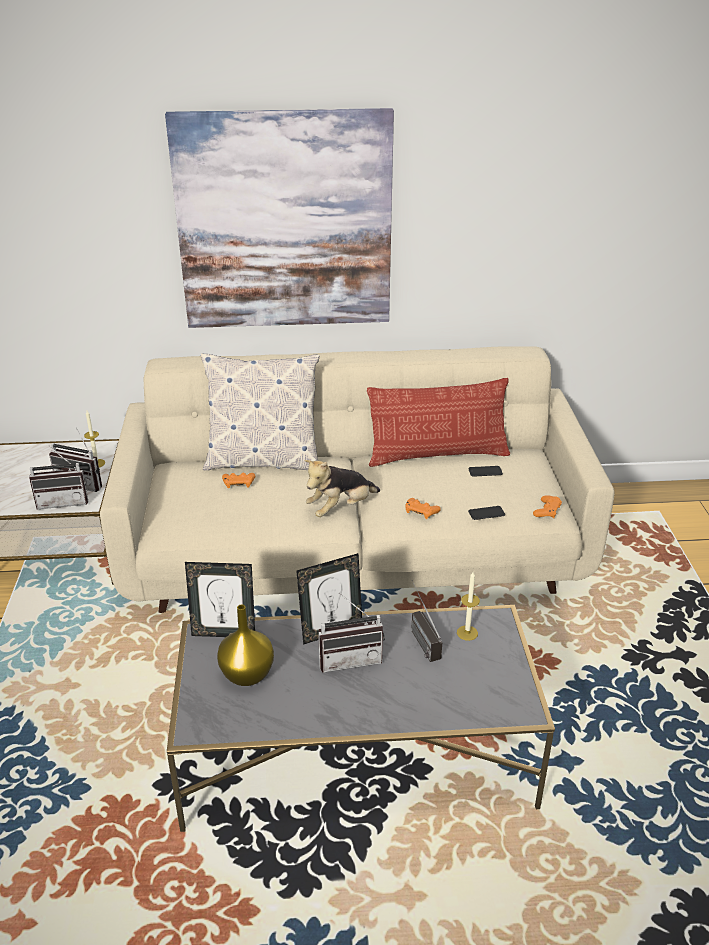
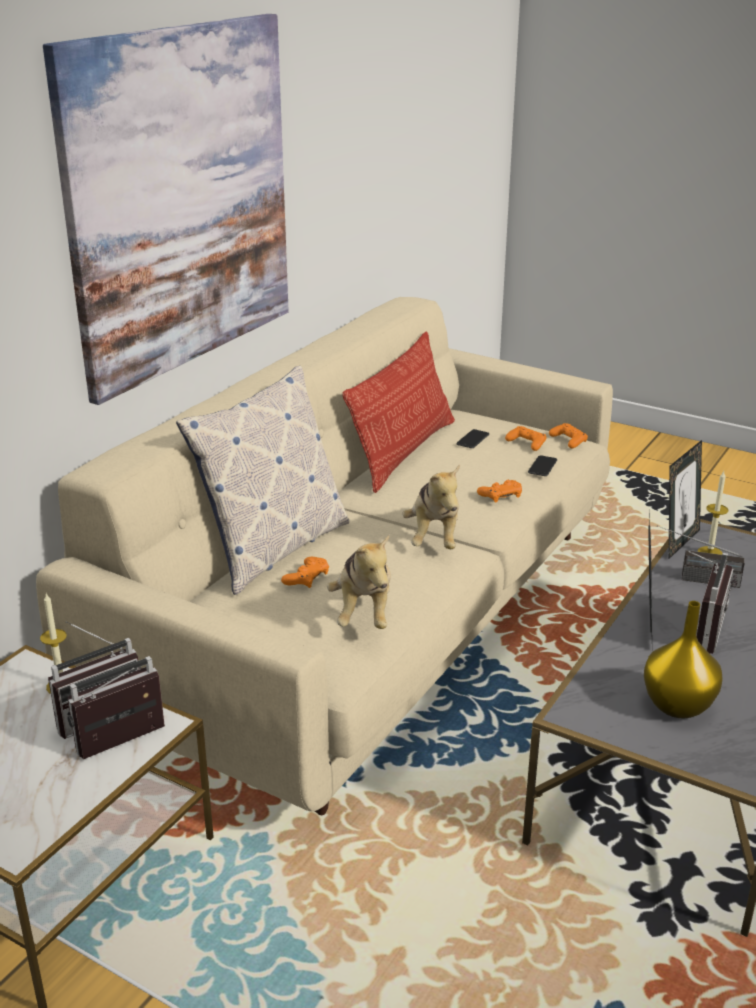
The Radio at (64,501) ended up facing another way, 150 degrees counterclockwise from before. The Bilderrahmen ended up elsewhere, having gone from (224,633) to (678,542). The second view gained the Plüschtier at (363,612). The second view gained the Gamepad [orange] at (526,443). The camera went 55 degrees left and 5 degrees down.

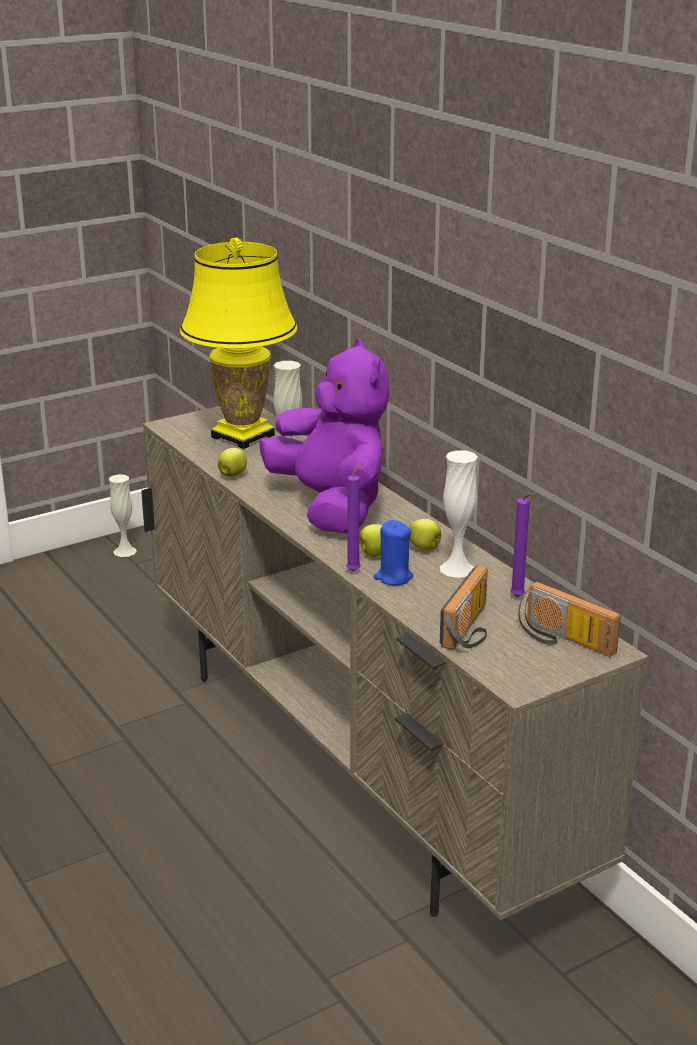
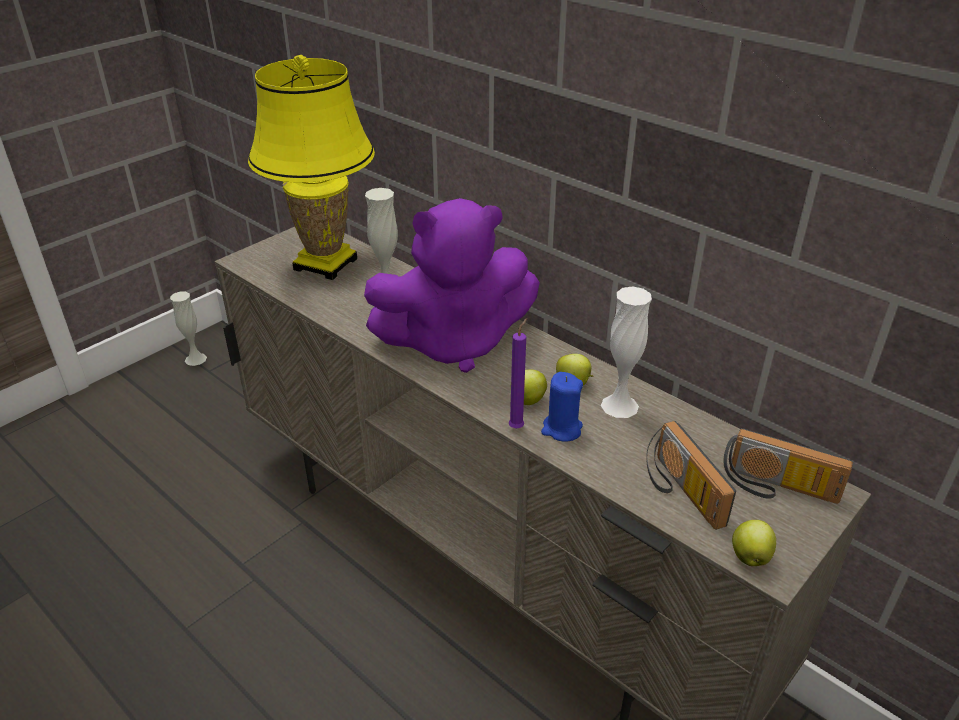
The Apfel ended up elsewhere, having gone from (233,475) to (750,556). The Plüschtier [lila] at (331,507) ended up facing another way, 120 degrees clockwise from before. The Radio at (471,629) ended up facing another way, 150 degrees clockwise from before. The second view lost the Kerze [lila] at (518,598). The camera went 15 degrees left and 10 degrees up.

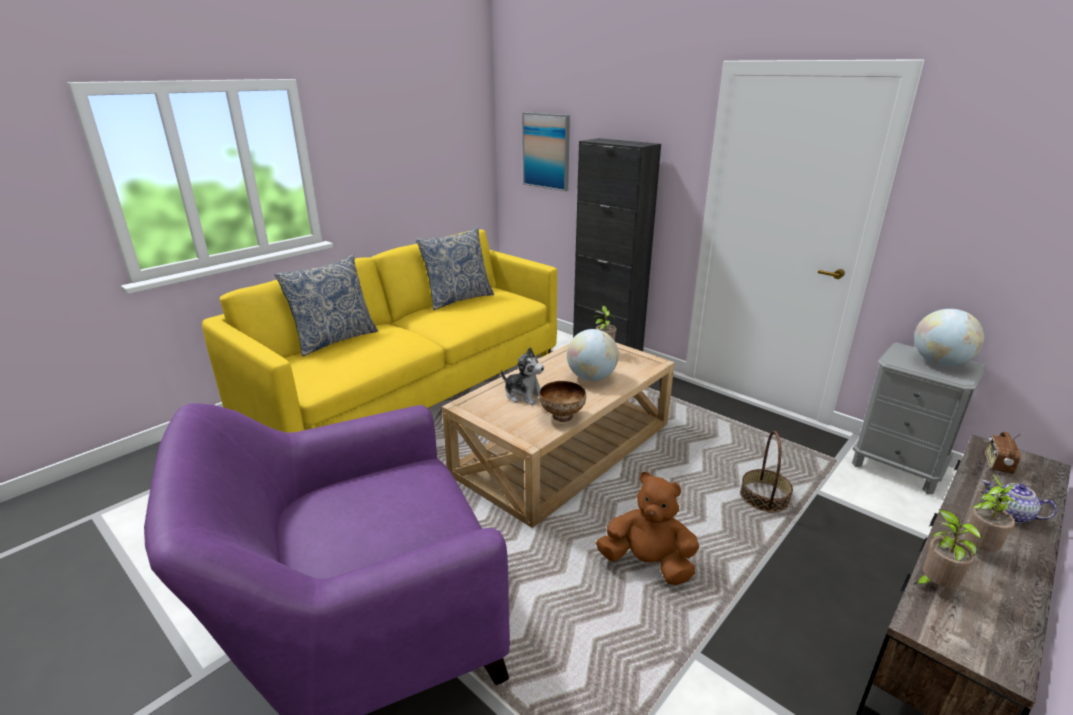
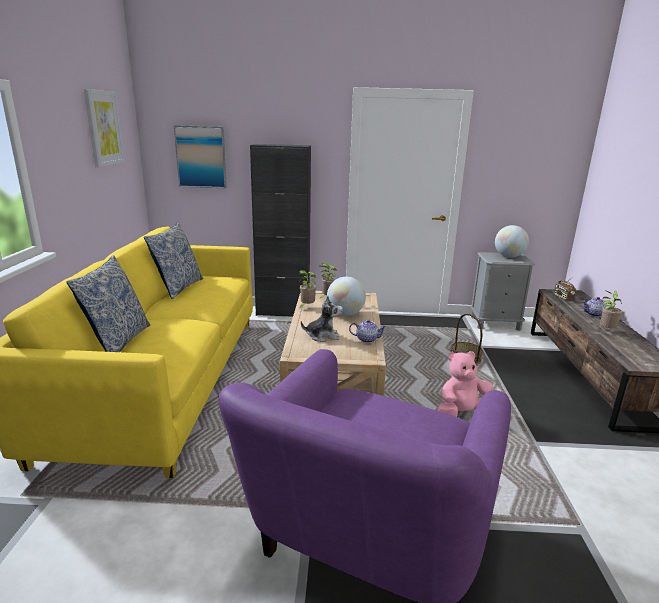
Where the Schüssel stood at (562,416), the Teekanne came to stand at (366,339). What was the Plüschtier [braun] at (647,563) turned into the Plüschtier [rosa] at (461,414). The Topfpflanze ended up elsewhere, having gone from (934,585) to (306,306). The second view gained the Bild at (104,128). The camera went 40 degrees left and 5 degrees down.

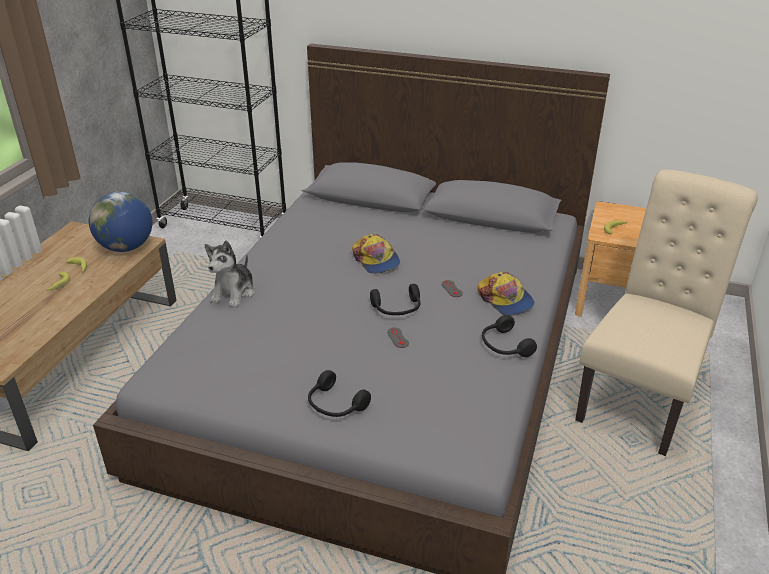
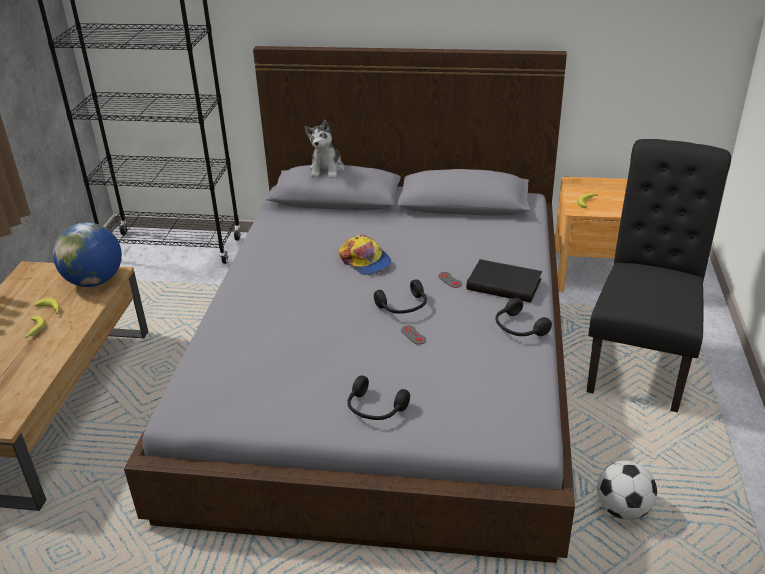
The Plüschtier ended up elsewhere, having gone from (234,293) to (327,169). Where the Kappe stood at (505,299), the Buch [schwarz] came to stand at (505,284). What was the Stuhl [beige] at (641,396) turned into the Stuhl [schwarz] at (640,360). The second view gained the Fußball at (622,509). The camera went 10 degrees left and 0 degrees up.

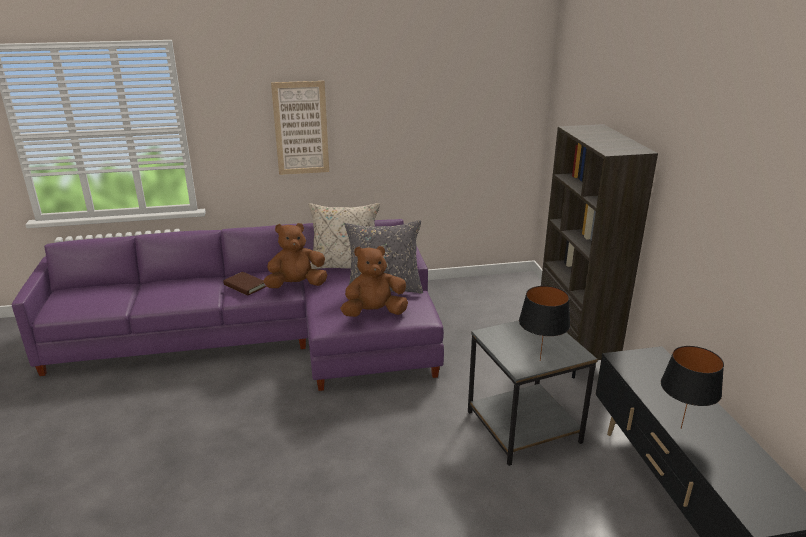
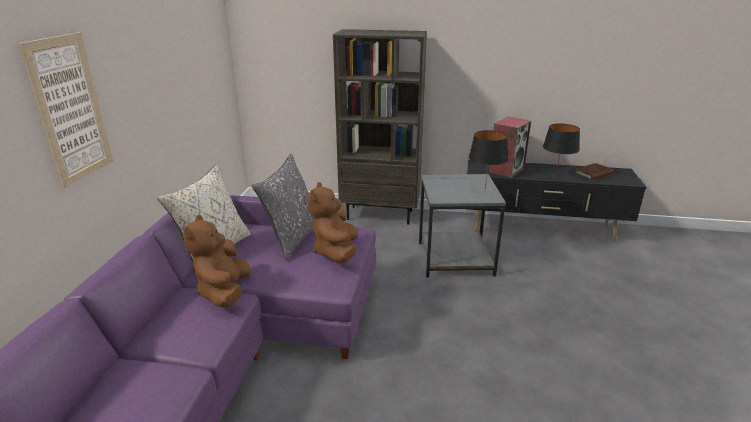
The Buch [braun] ended up elsewhere, having gone from (245,286) to (593,174). The second view gained the Lautsprecher at (506,170). The camera went 70 degrees left and 0 degrees up.

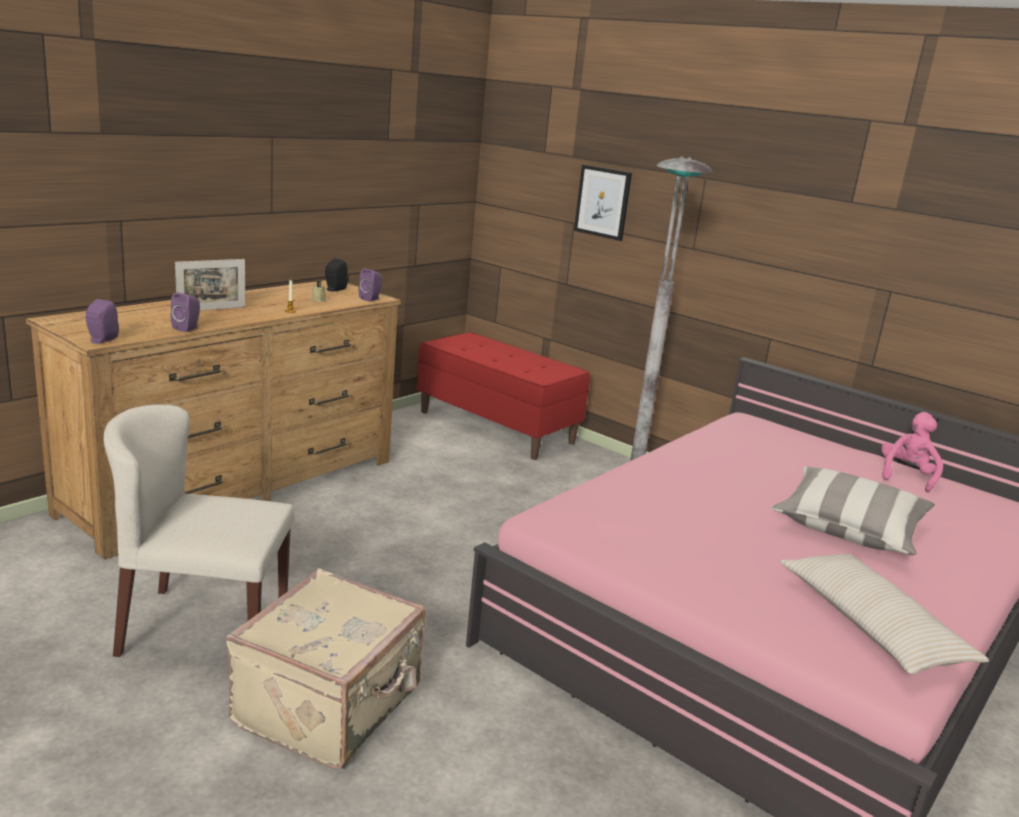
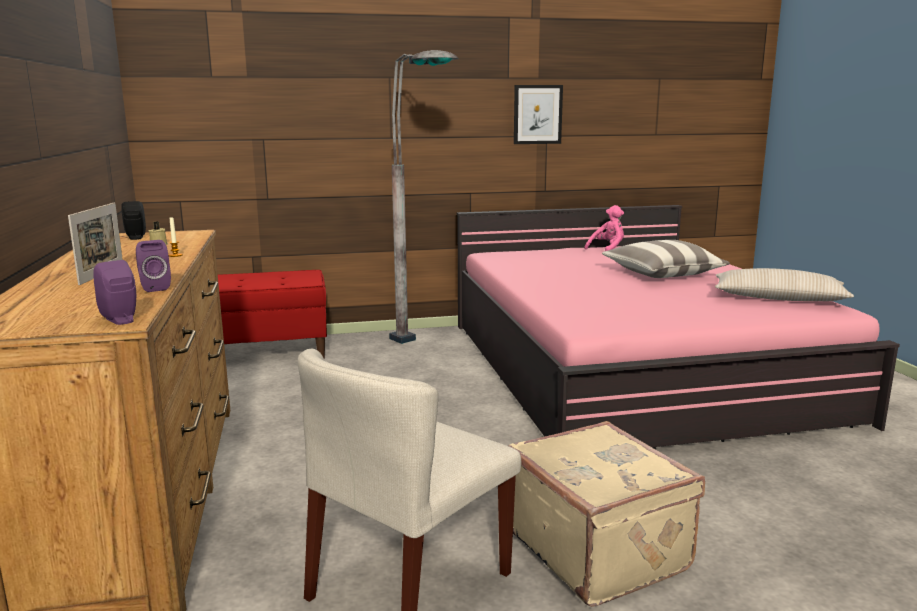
The second view lost the Lautsprecher [lila] at (371,299). The Bild ended up elsewhere, having gone from (603,202) to (537,114). The Plüschtier [rosa] at (906,476) ended up facing another way, 75 degrees clockwise from before. The camera went 50 degrees left and 5 degrees down.

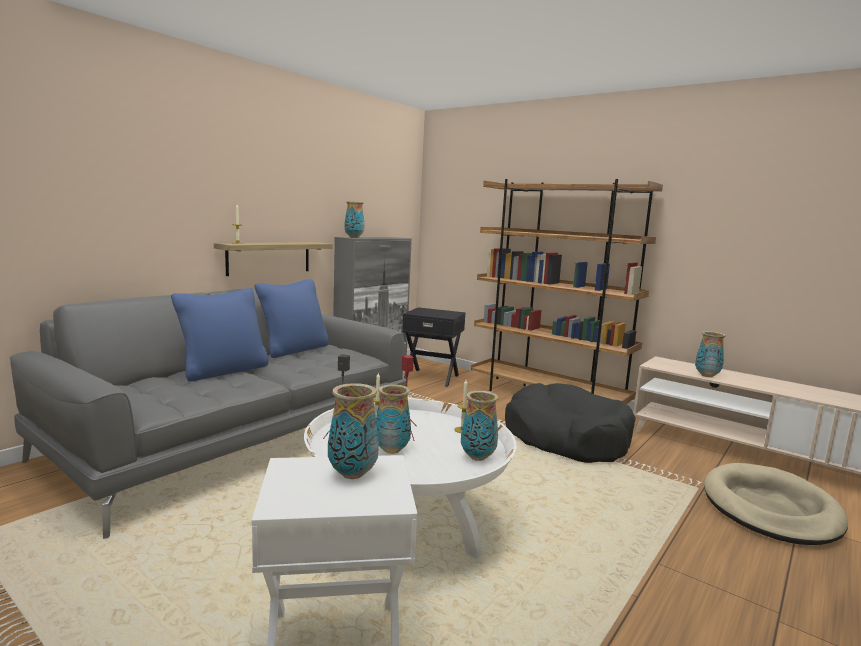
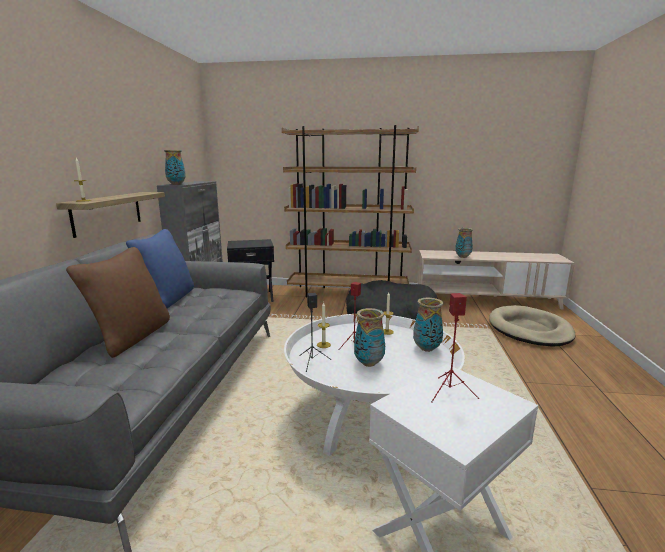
What was the Kissen [blau] at (223,371) turned into the Kissen [braun] at (131,337). Where the Vase stood at (353,474), the Lautsprecher [rot] came to stand at (450,392). The camera went 30 degrees left and 5 degrees up.

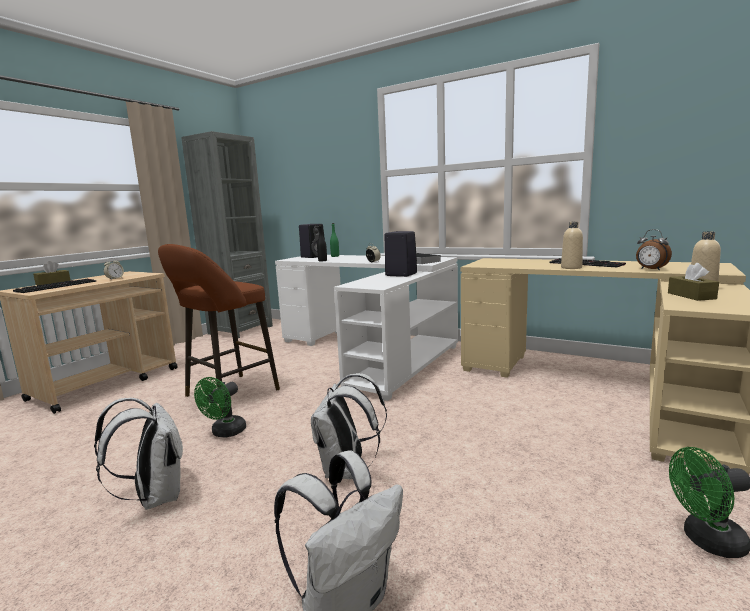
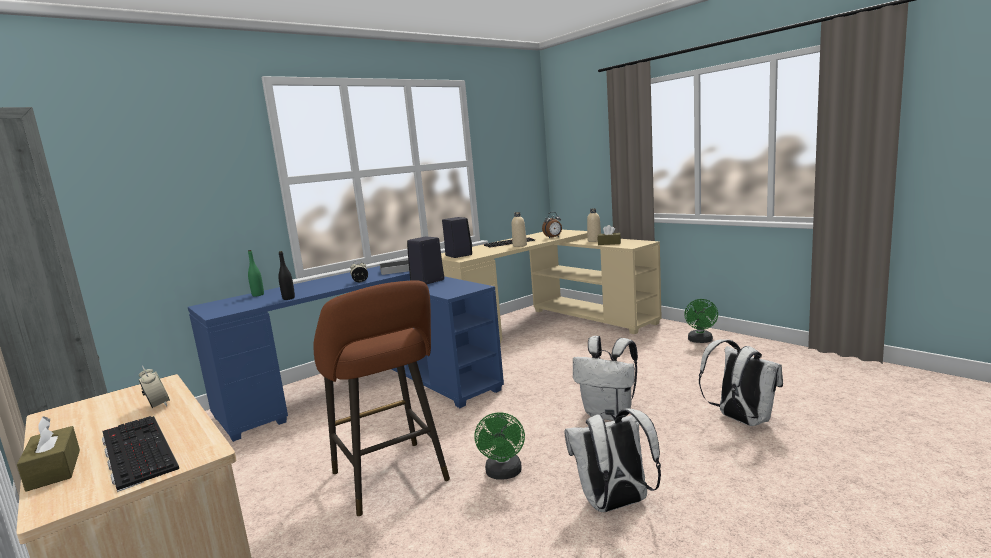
The Ventilator [grün] at (225,433) ended up facing another way, 45 degrees clockwise from before. What was the Schreibtisch [weiß] at (372,352) turned into the Schreibtisch [blau] at (367,388). The Lautsprecher [schwarz] ended up elsewhere, having gone from (314,256) to (458,255). The camera went 70 degrees left and 0 degrees up.

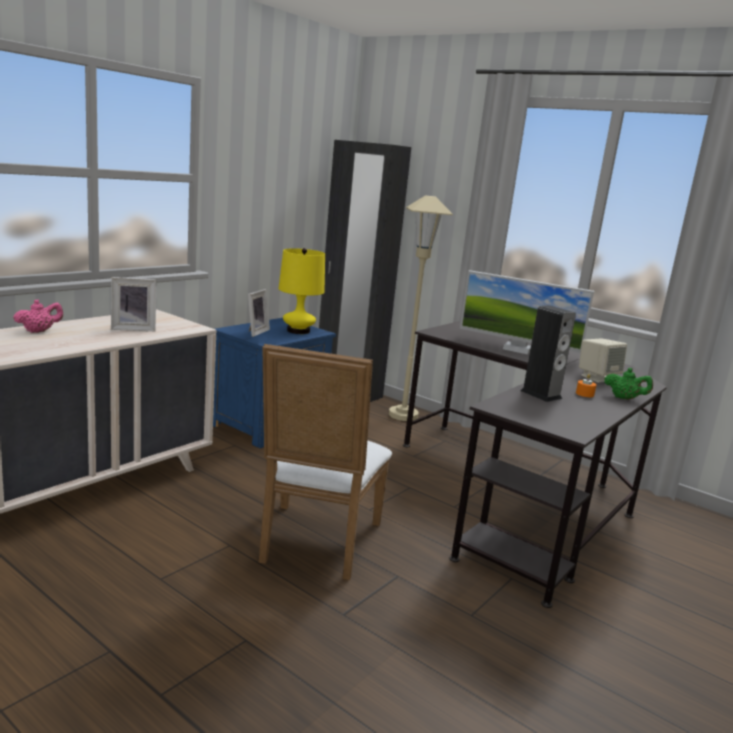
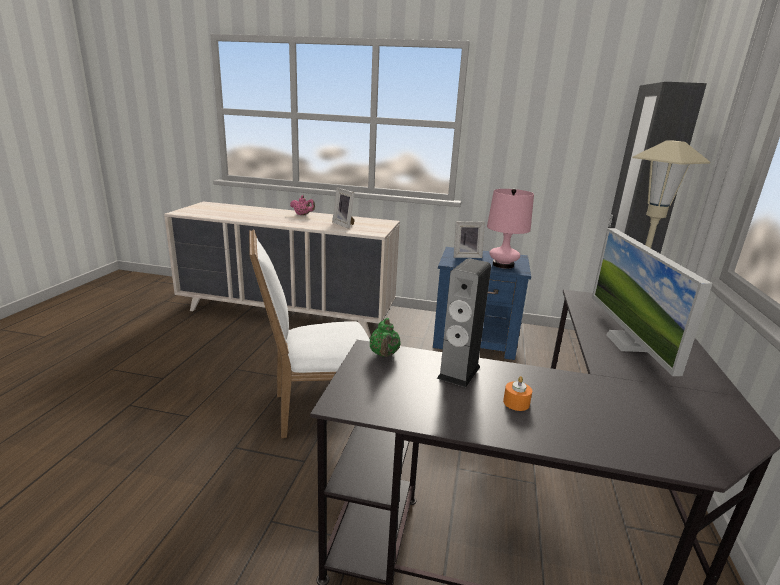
What was the Tischlampe [gelb] at (298,331) turned into the Tischlampe [rosa] at (503,265). The second view lost the Lautsprecher [beige] at (597,377). The Teekanne [grün] ended up elsewhere, having gone from (624,398) to (384,355). The camera went 65 degrees right and 5 degrees up.

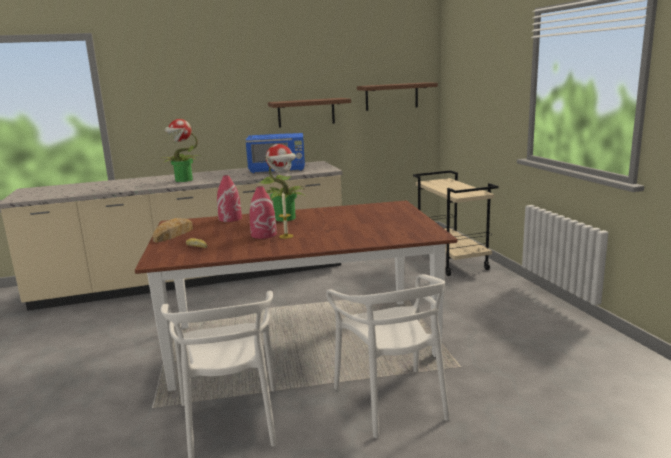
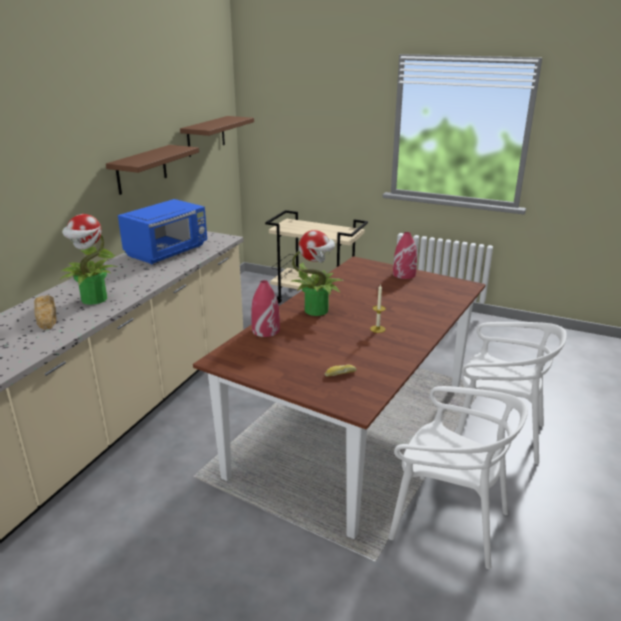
The Brot ended up elsewhere, having gone from (173,234) to (46,316). The Vase [rot] ended up elsewhere, having gone from (264,235) to (404,274). The camera went 50 degrees left and 10 degrees up.

